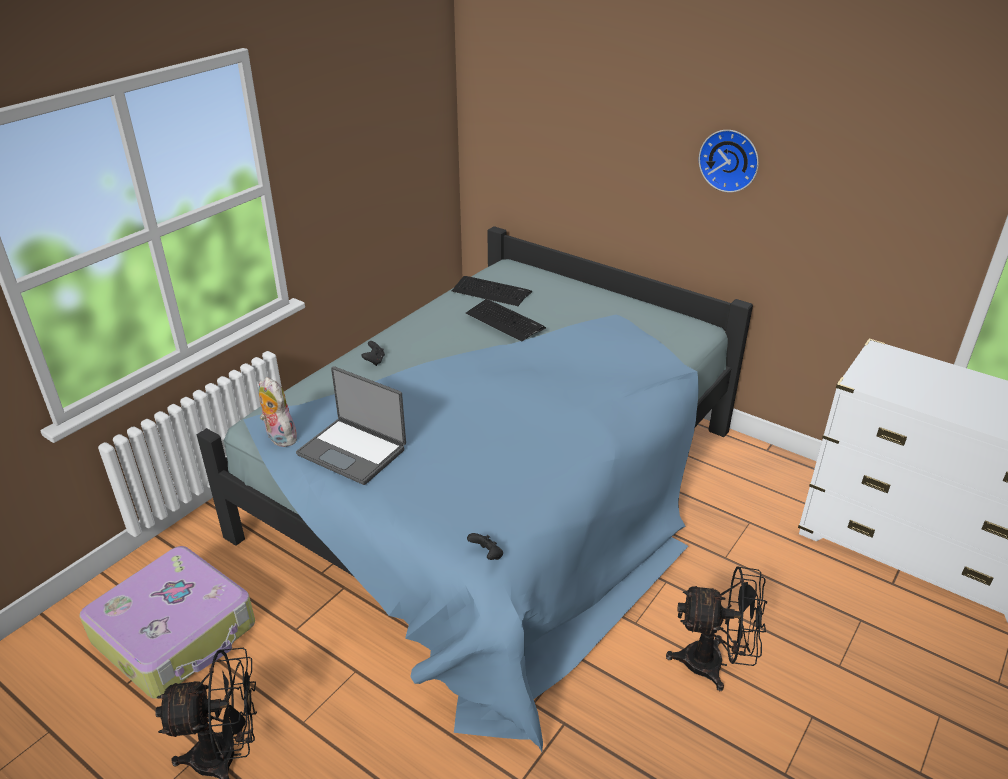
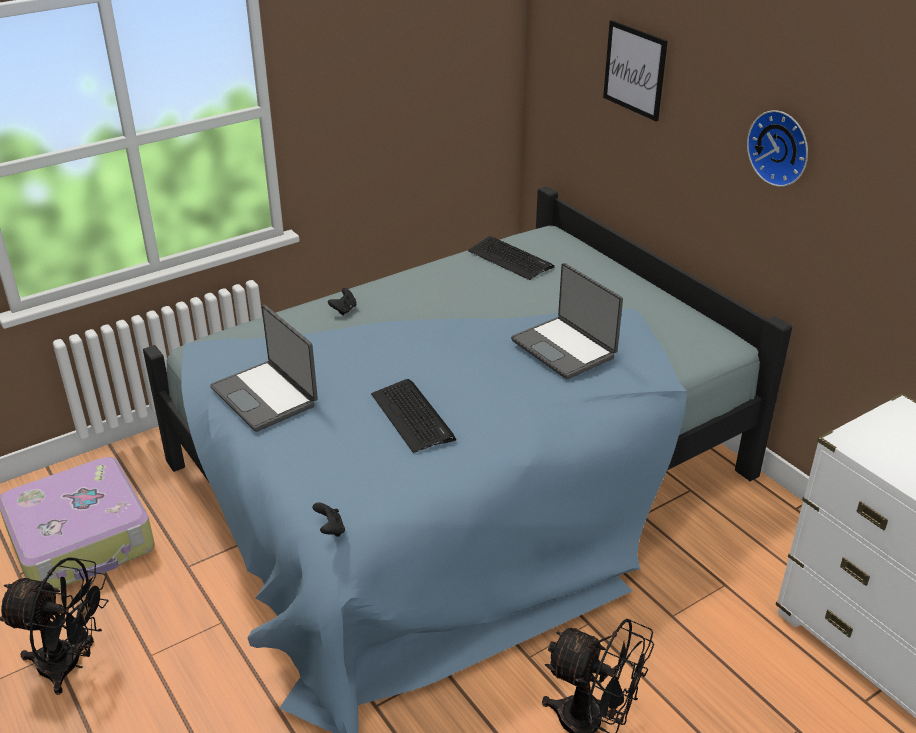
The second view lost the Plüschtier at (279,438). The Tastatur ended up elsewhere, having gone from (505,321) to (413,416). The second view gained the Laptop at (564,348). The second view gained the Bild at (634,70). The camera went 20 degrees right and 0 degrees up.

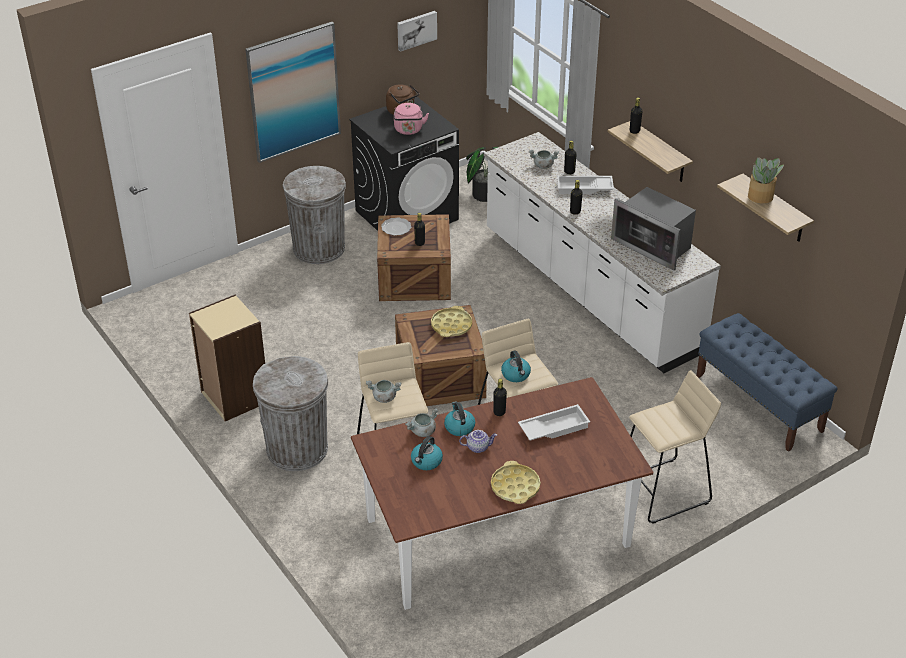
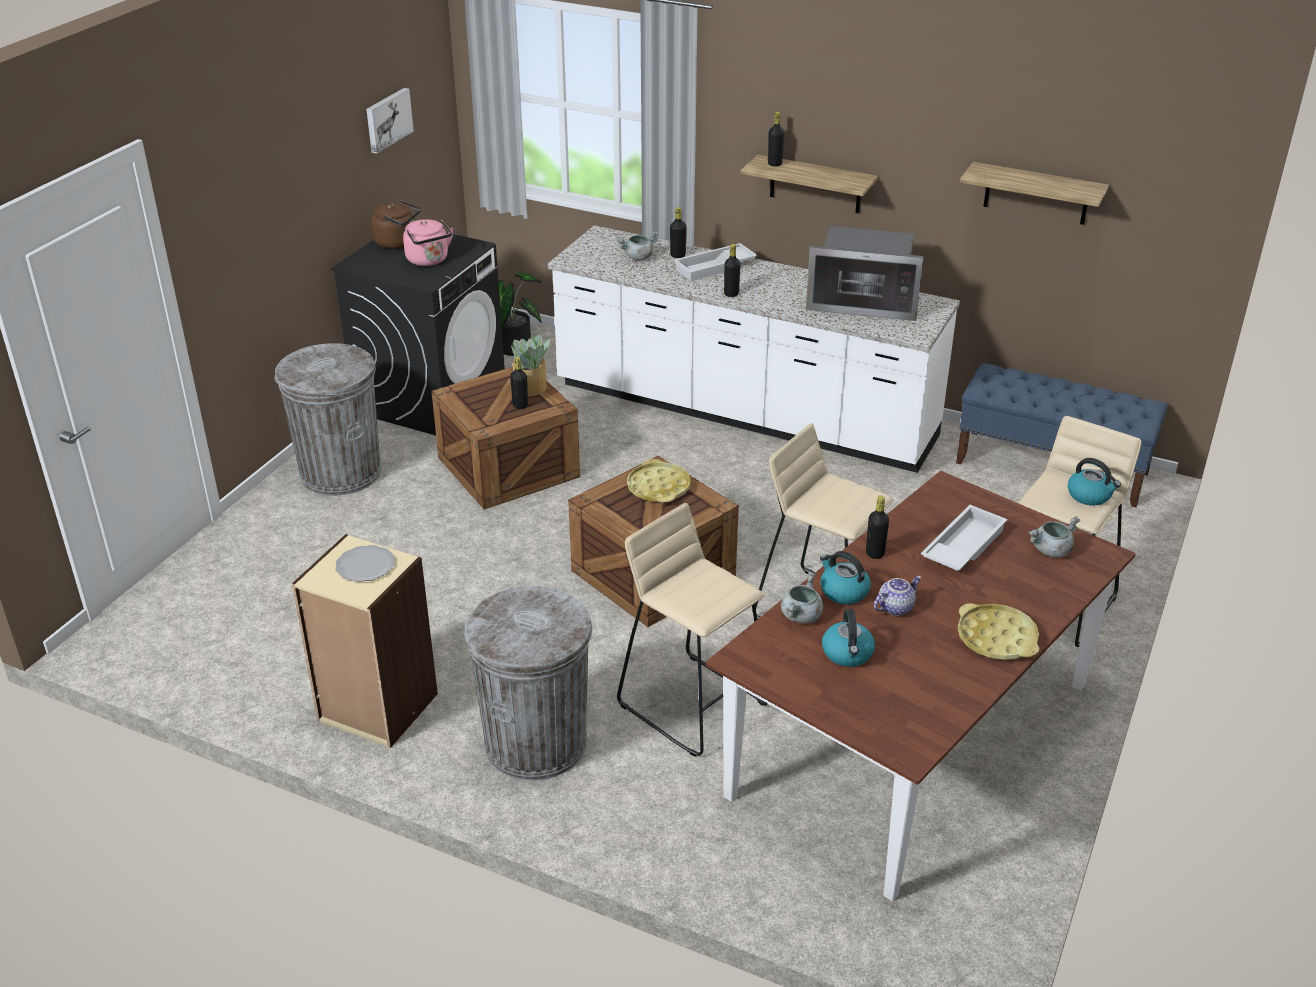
The second view lost the Bild at (294,92). The Kochtopf [grau] ended up elsewhere, having gone from (384,398) to (1051,551). The Teller ended up elsewhere, having gone from (395,228) to (364,566). The Wasserkessel ended up elsewhere, having gone from (516,375) to (1090,495). The Topfpflanze ended up elsewhere, having gone from (761,197) to (531,388). The camera went 30 degrees left and 5 degrees down.

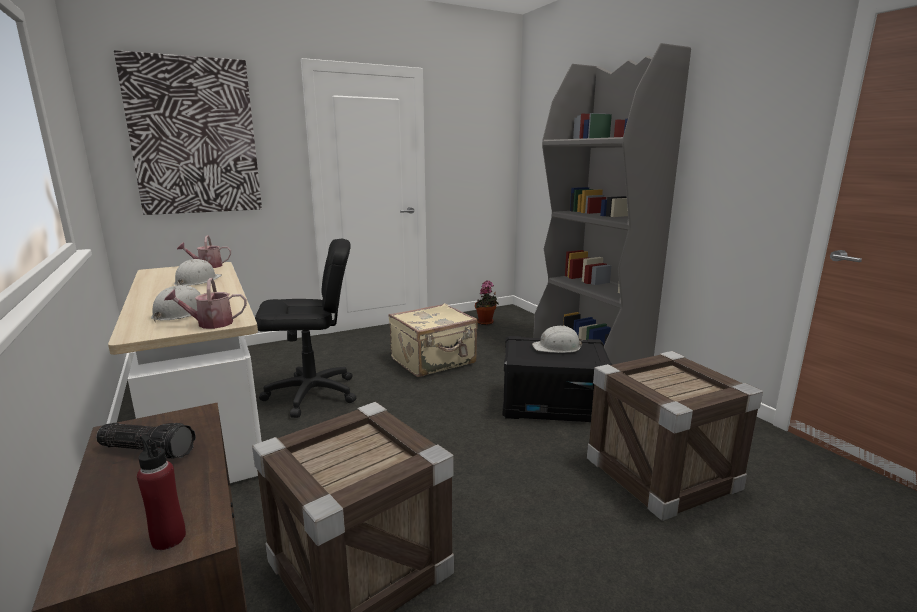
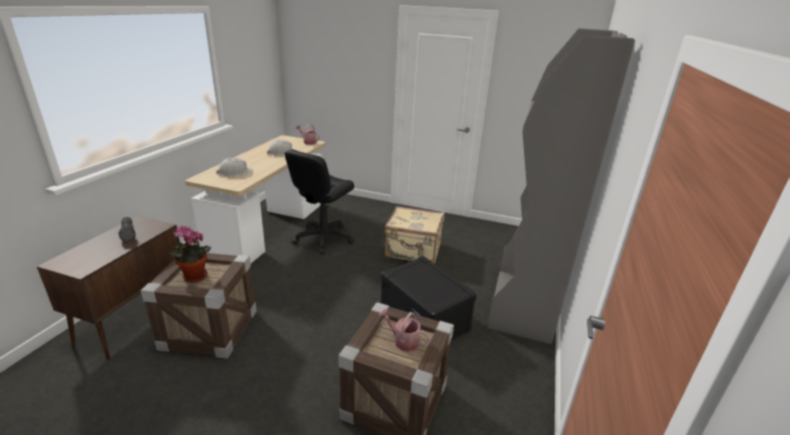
The second view lost the Bild at (194,137). The second view lost the Flasche [rot] at (168,538). The Gießkanne ended up elsewhere, having gone from (210,324) to (403,341). The Bürostuhl [schwarz] at (312,394) ended up facing another way, 90 degrees clockwise from before. The Topfpflanze ended up elsewhere, having gone from (486,323) to (194,278). The second view lost the Schutzhelm [weiß] at (557,347). The camera went 45 degrees right and 10 degrees up.

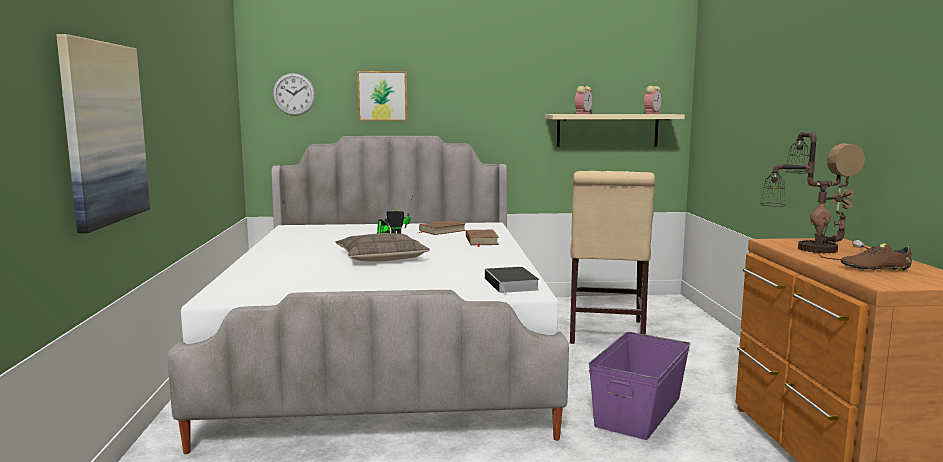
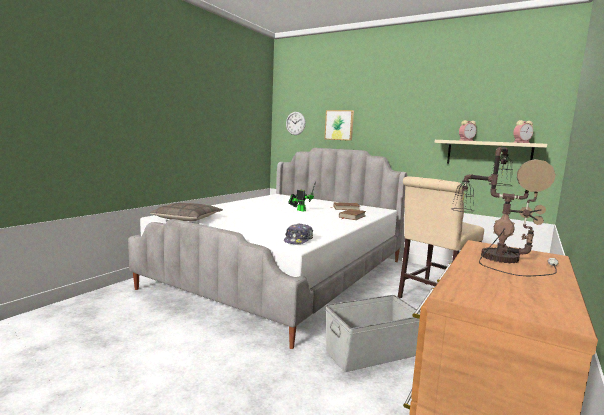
The second view lost the Bild at (103,133). The Kissen ended up elsewhere, having gone from (381,257) to (188,218). Where the Buch stood at (512,284), the Kappe came to stand at (298,240). What was the Aufbewahrungsbox [lila] at (639,411) turned into the Aufbewahrungsbox [grau] at (371,353). The second view lost the Schuh [braun] at (875,269). The camera went 35 degrees right and 0 degrees up.

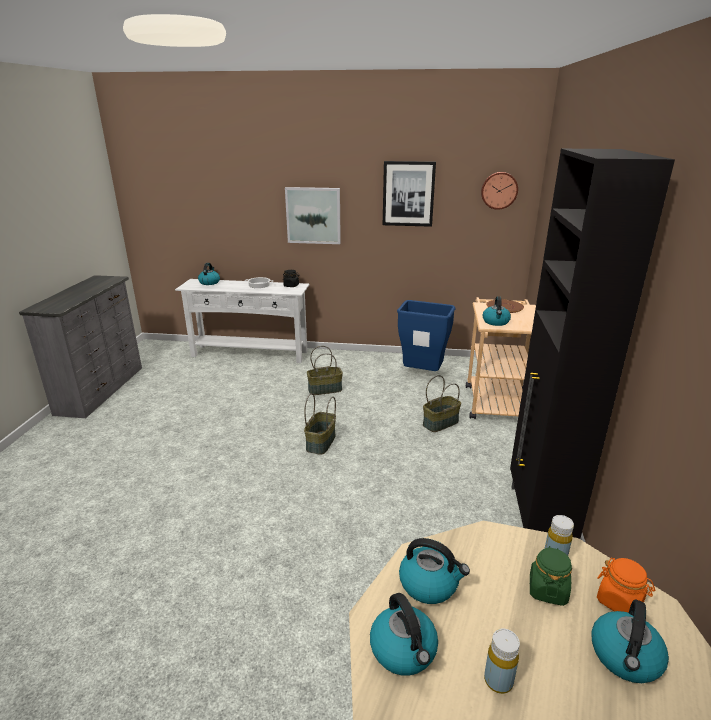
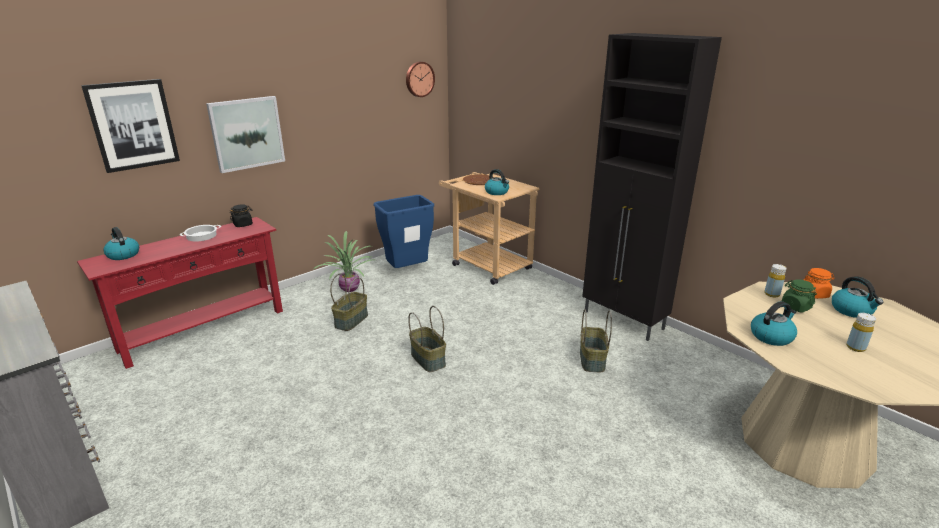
What was the Konsolentisch [weiß] at (250,353) turned into the Konsolentisch [rot] at (204,330). The second view lost the Wasserkessel at (404,650). The Bild ended up elsewhere, having gone from (408,194) to (133,125). The Korb ended up elsewhere, having gone from (440,423) to (591,359). The second view gained the Topfpflanze at (350,288). The camera went 50 degrees left and 0 degrees up.

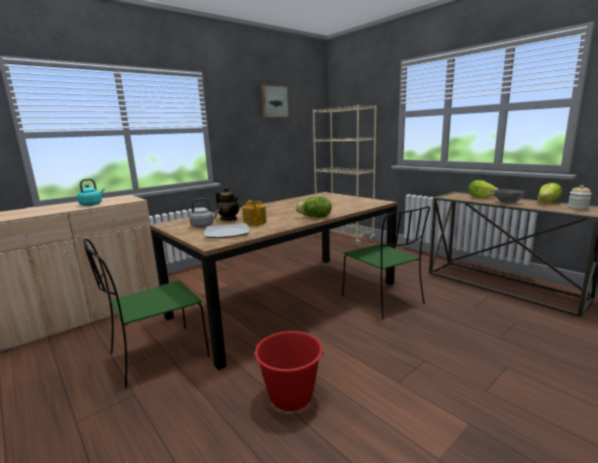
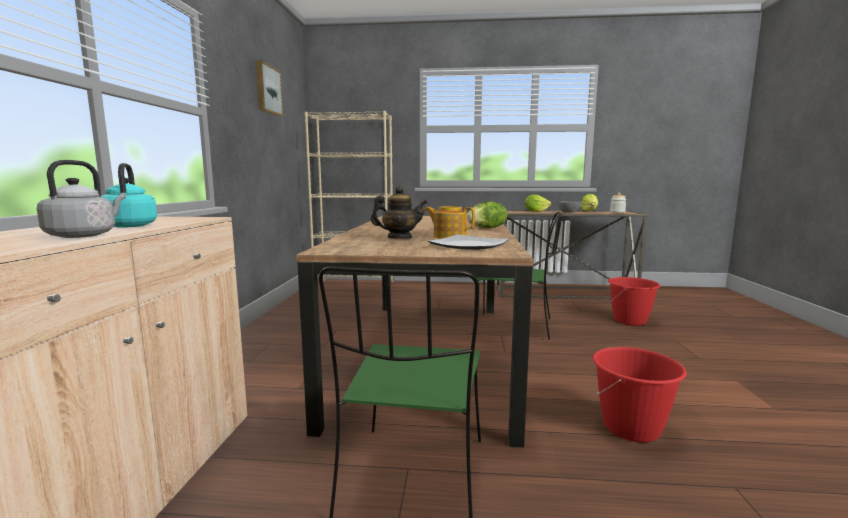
The Wasserkessel [grau] ended up elsewhere, having gone from (204,226) to (84,235). The second view gained the Eimer [rot] at (630,321). The camera went 45 degrees left and 5 degrees down.

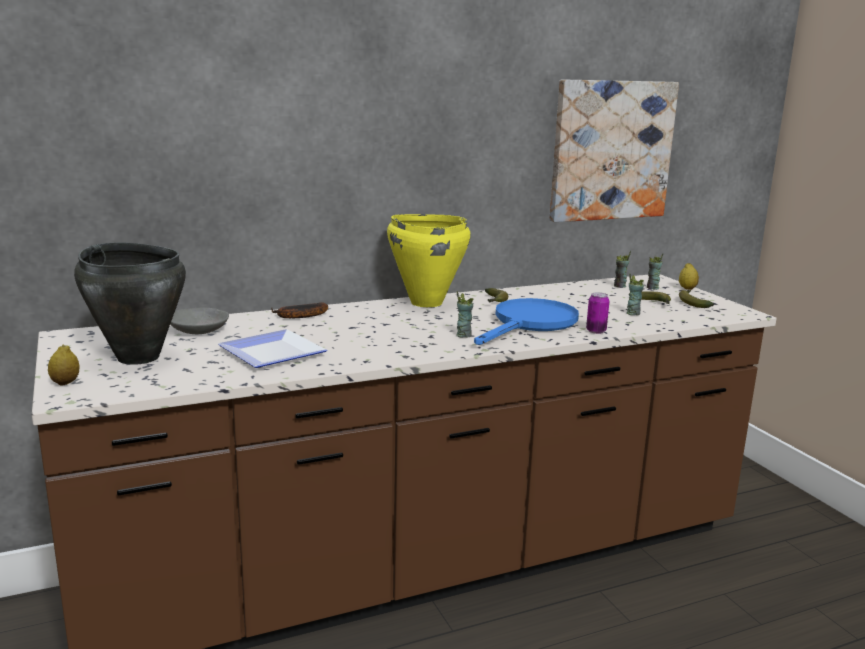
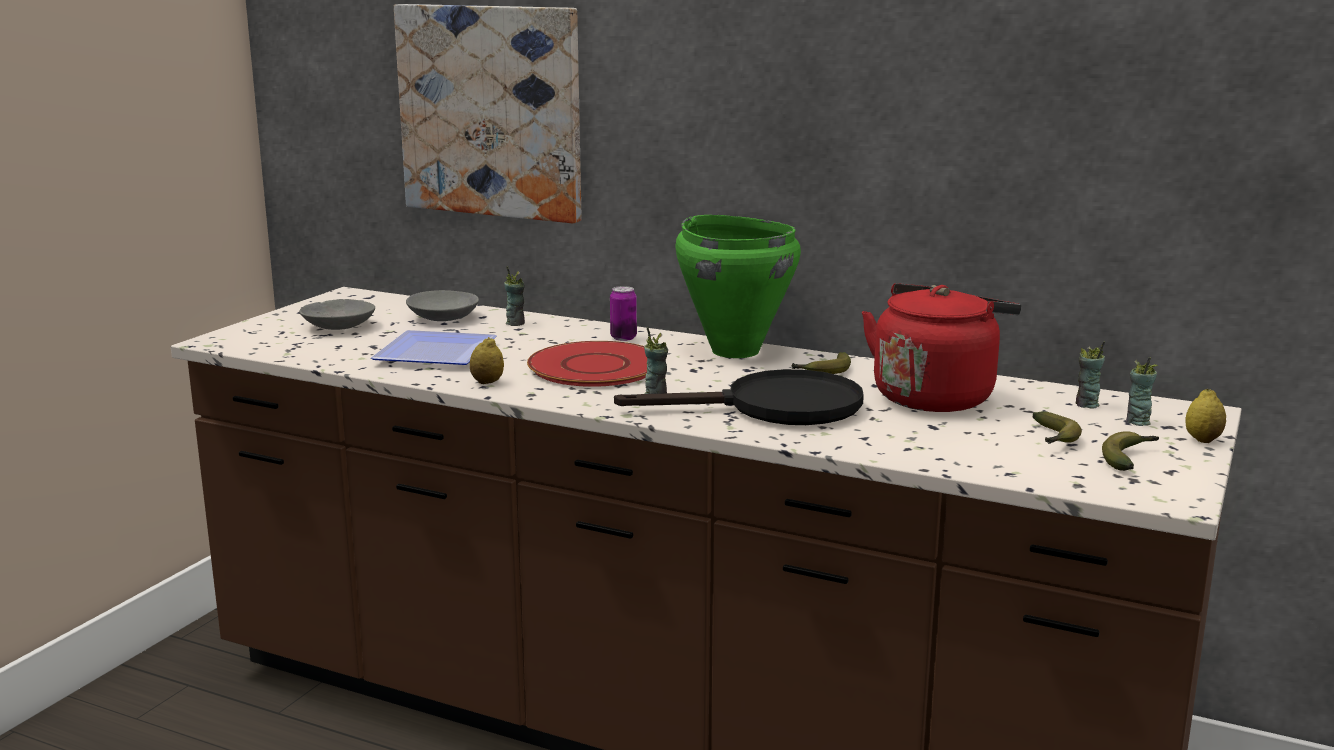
The Zitrone ended up elsewhere, having gone from (65,383) to (487,382). Where the Kochtopf [schwarz] stood at (138,357), the Schüssel [grau] came to stand at (339,326). The second view lost the Banane at (299,316). What was the Kochtopf [gelb] at (425,302) turned into the Kochtopf [grün] at (735,351). What was the Pfanne [blau] at (530,324) turned into the Pfanne [schwarz] at (774,408). The Bild ended up elsewhere, having gone from (611,150) to (491,111). The Dose ended up elsewhere, having gone from (596,331) to (623,338). The Tasse ended up elsewhere, having gone from (633,313) to (515,323). The second view gained the Teller [rot] at (595,367). The second view gained the Wasserkessel [rot] at (935,396). The camera went 50 degrees right and 0 degrees up.

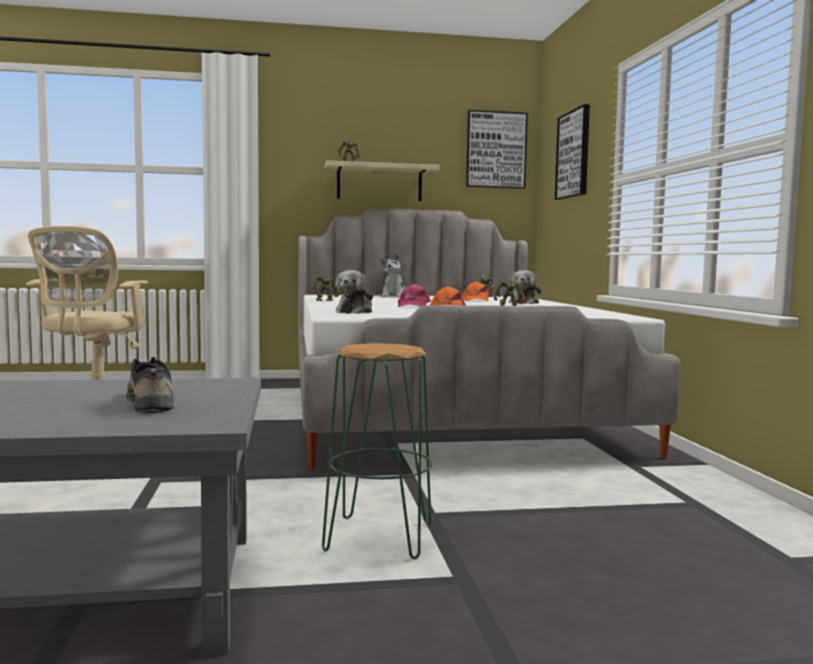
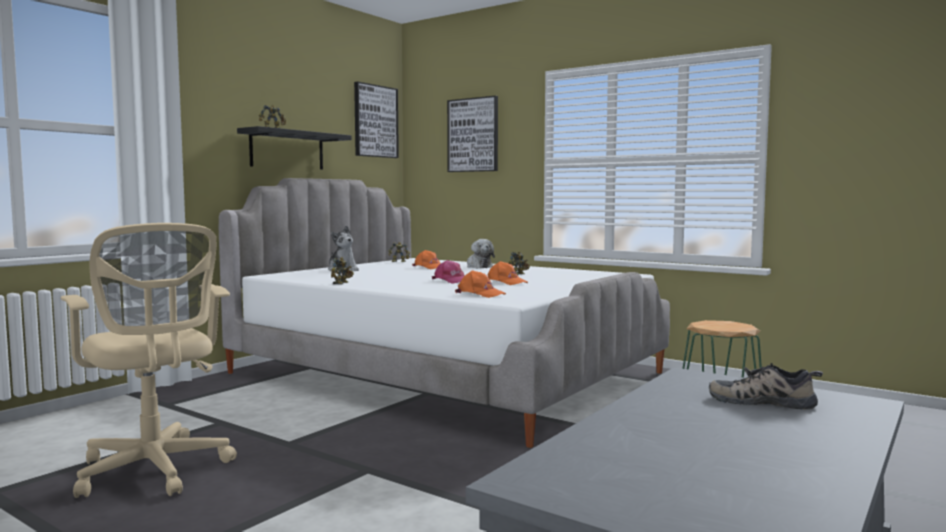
What was the Wandregal [beige] at (379,183) turned into the Wandregal [schwarz] at (287,150). Where the Plüschtier stood at (355,312), the Kappe [orange] came to stand at (480,294). The camera went 45 degrees left and 0 degrees up.

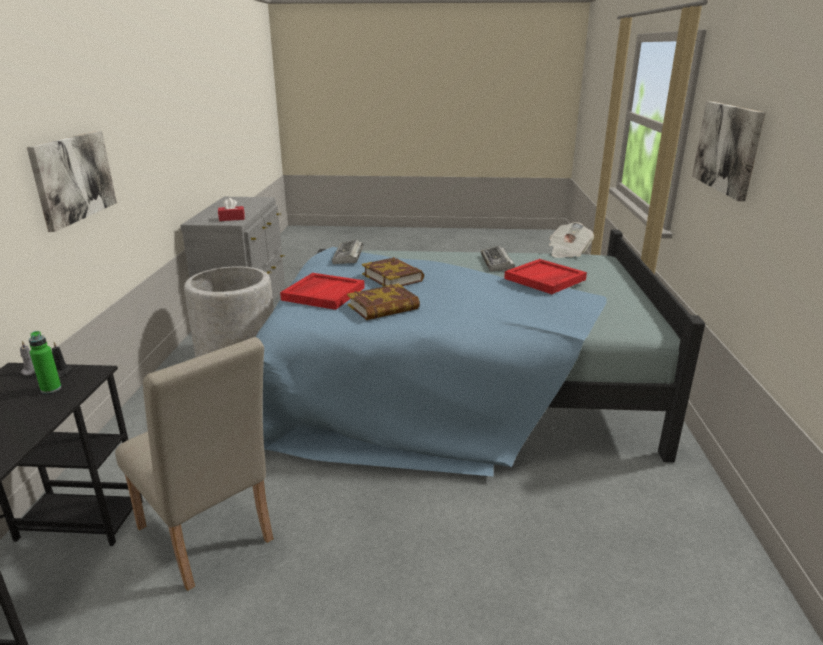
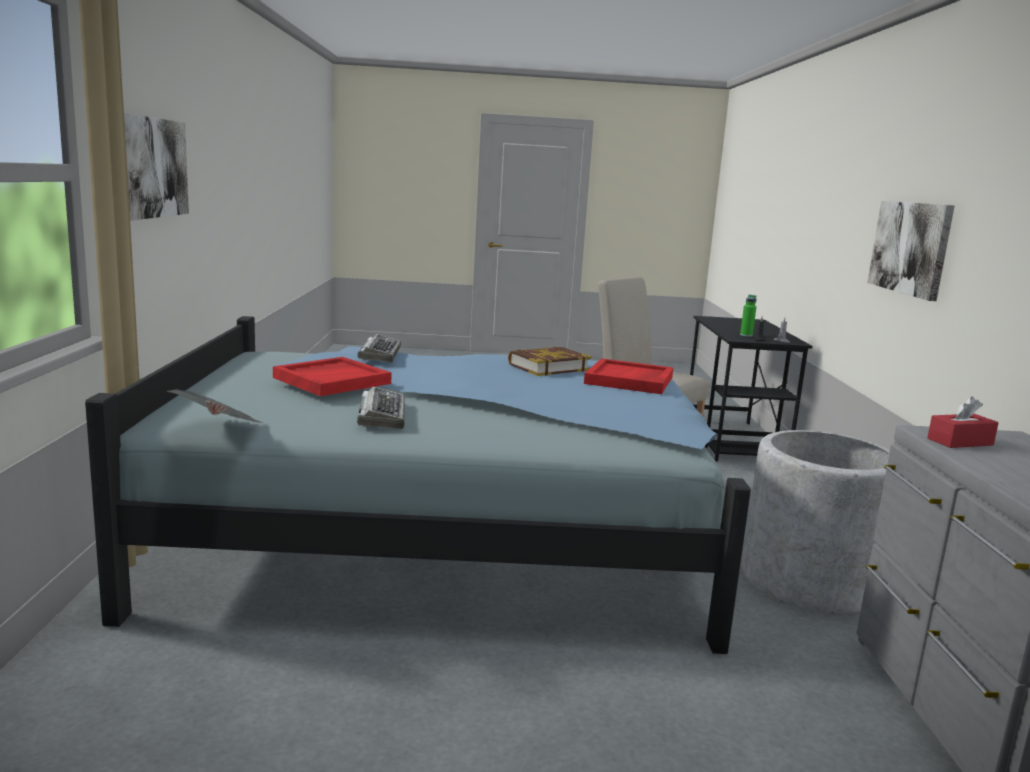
The Tastatur ended up elsewhere, having gone from (348,256) to (380,354). The second view lost the Buch at (393,277). The camera went 175 degrees right and 10 degrees down.

